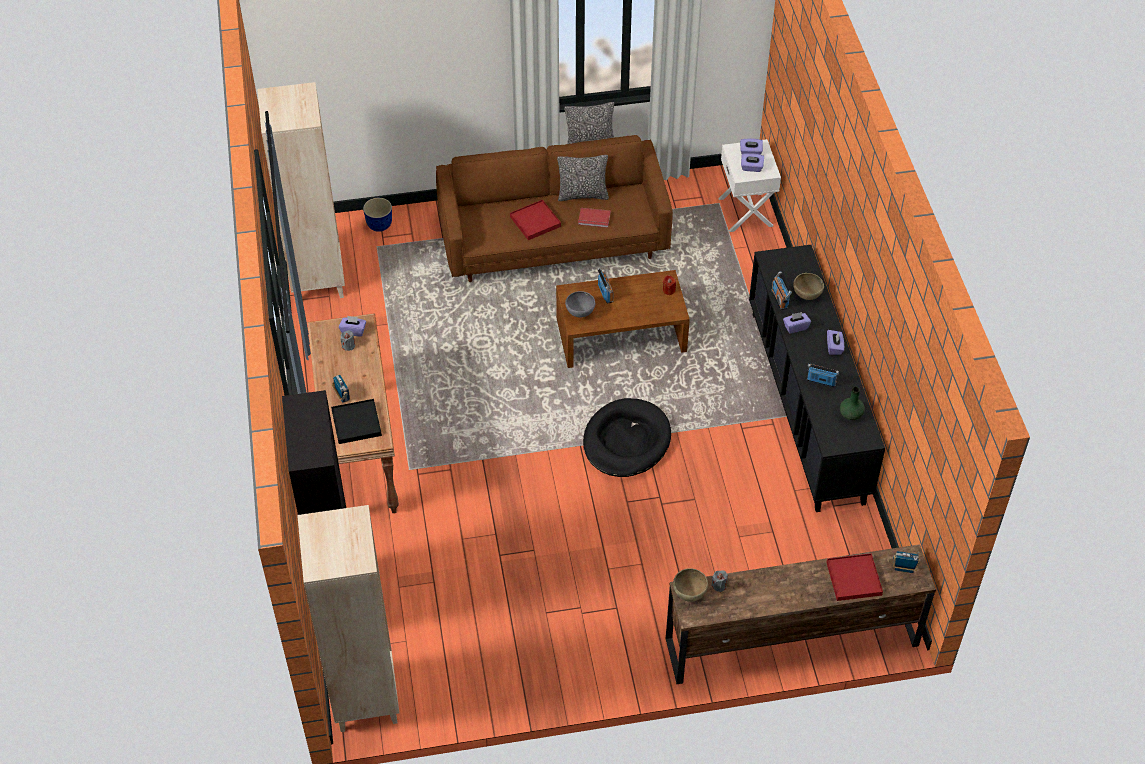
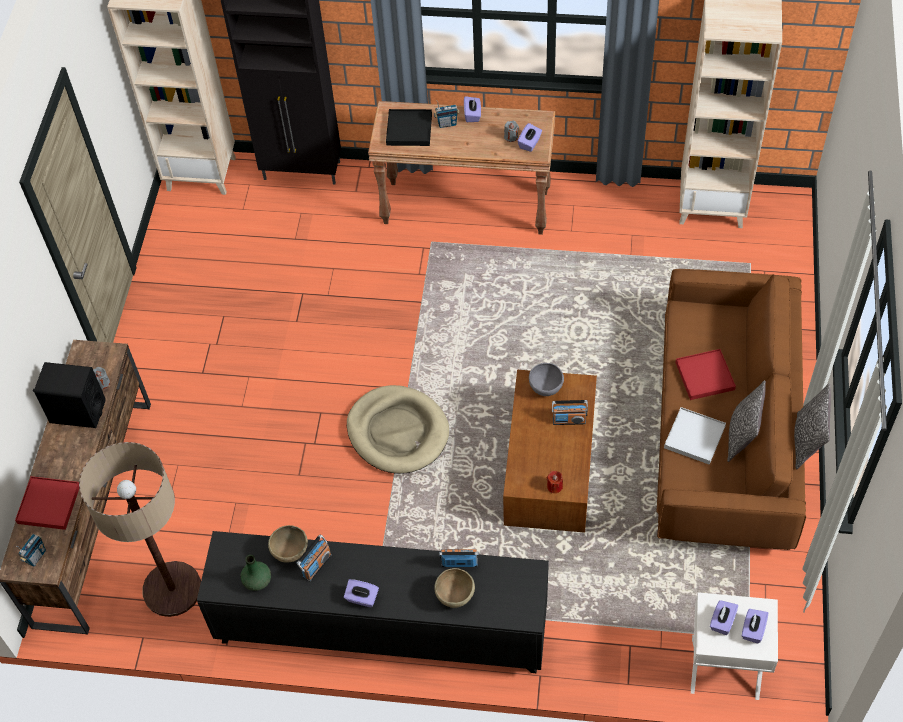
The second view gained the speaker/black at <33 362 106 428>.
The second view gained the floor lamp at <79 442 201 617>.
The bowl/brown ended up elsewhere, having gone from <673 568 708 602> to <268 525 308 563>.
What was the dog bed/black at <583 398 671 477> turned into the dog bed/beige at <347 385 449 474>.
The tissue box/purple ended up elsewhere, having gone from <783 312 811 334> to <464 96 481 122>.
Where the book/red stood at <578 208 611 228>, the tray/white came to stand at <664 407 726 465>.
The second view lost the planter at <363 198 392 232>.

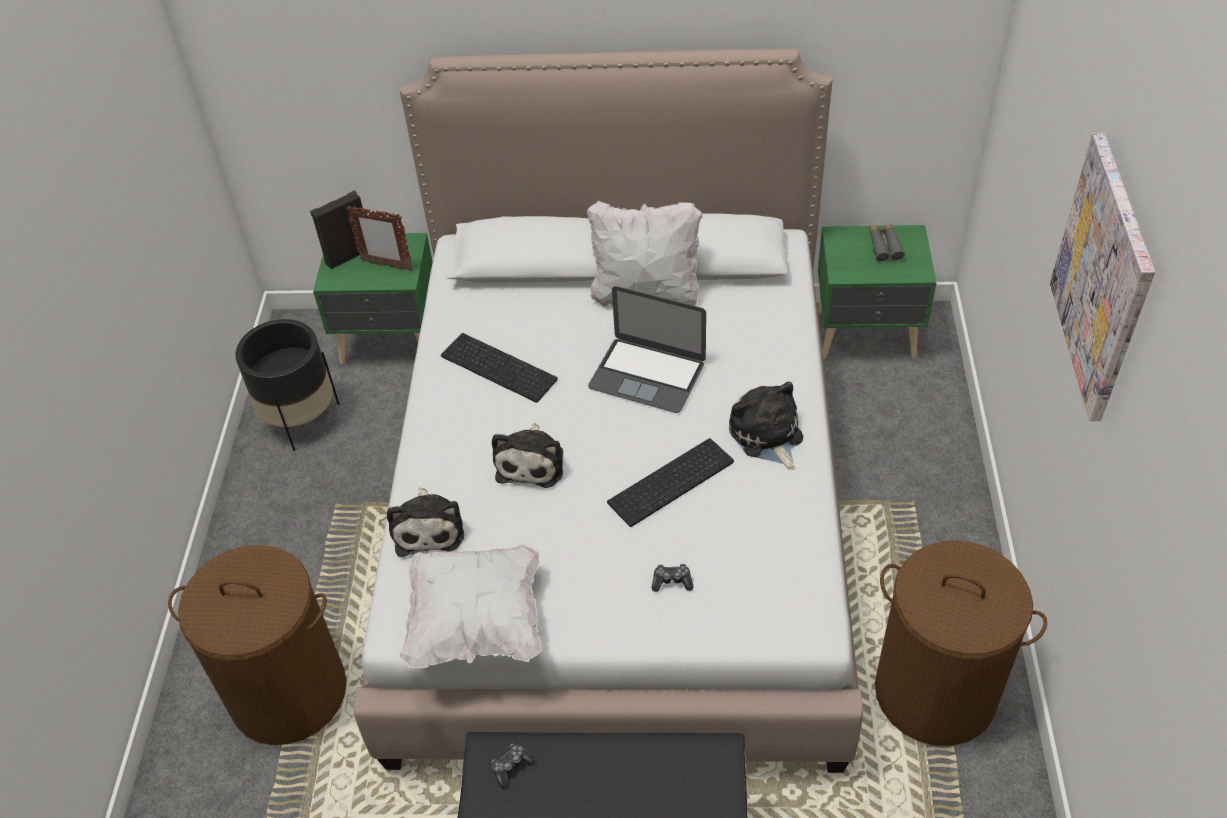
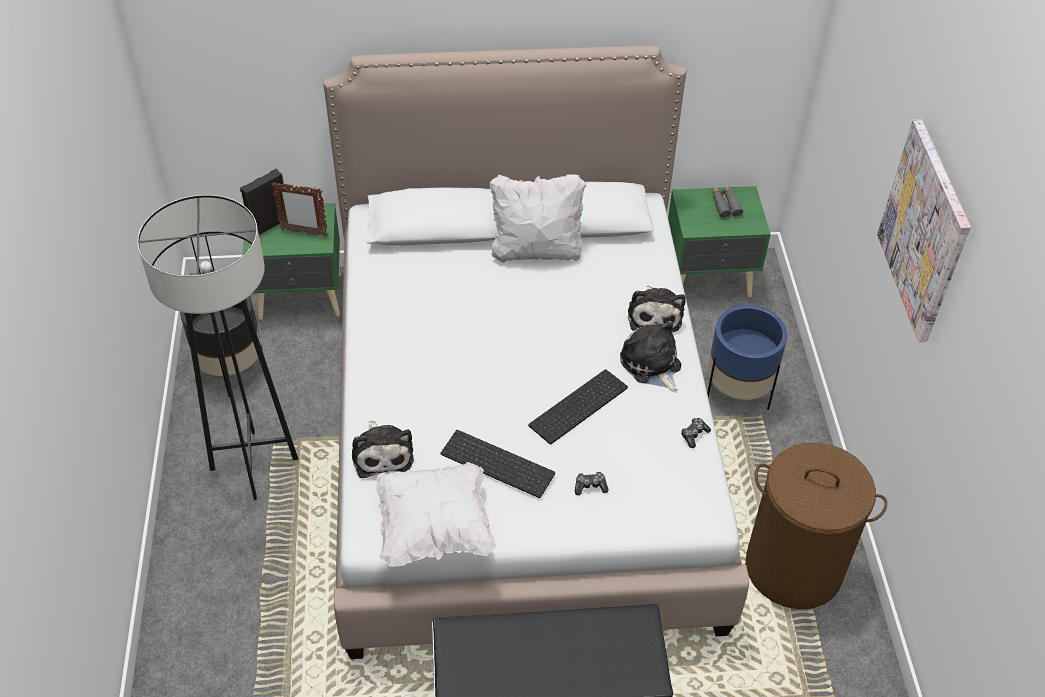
The second view gained the floor lamp/grey at <137 195 298 500>.
The keyboard ended up elsewhere, having gone from <441 333 558 403> to <441 430 555 498>.
The plush toy ended up elsewhere, having gone from <492 423 563 488> to <628 286 686 333>.
The game controller ended up elsewhere, having gone from <491 744 535 789> to <681 418 711 448>.
The second view gained the planter/blue at <707 305 787 410>.
The second view lost the laundry basket/brown at <168 545 347 745>.
The second view lost the laptop at <588 286 706 413>.

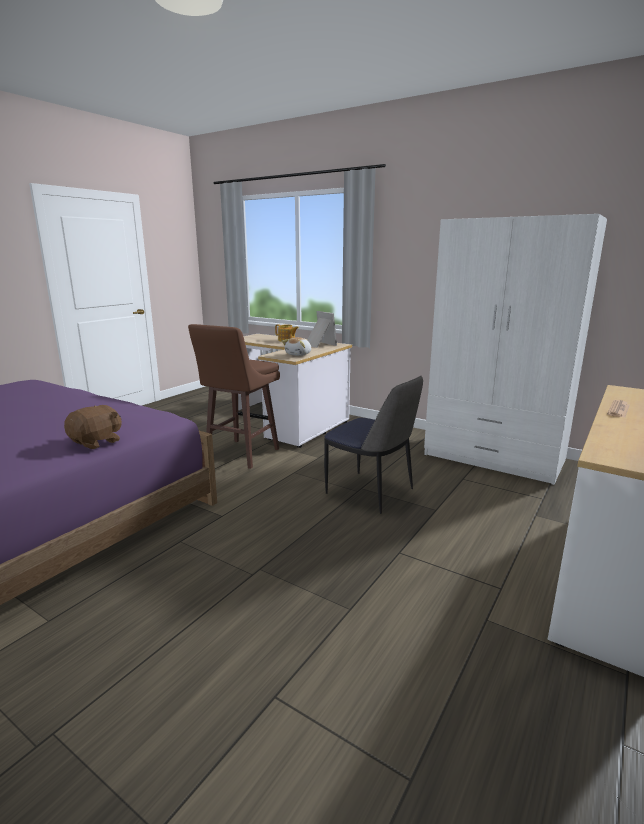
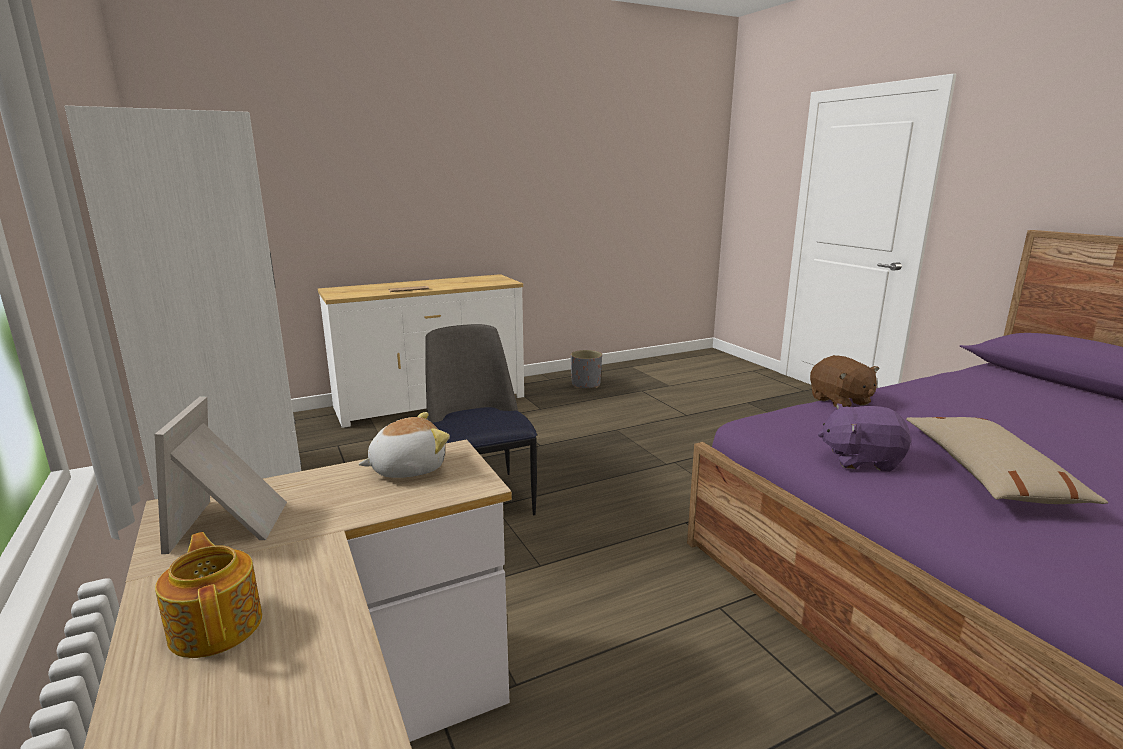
The second view gained the planter/grey at <571 350 602 388>.
The plush toy/brown at <64 405 122 449> ended up facing another way, 90 degrees counterclockwise from before.
The second view gained the plush toy/purple at <818 403 911 472>.
The second view gained the pillow/beige at <906 417 1108 504>.
The second view lost the stool/brown at <188 324 280 469>.

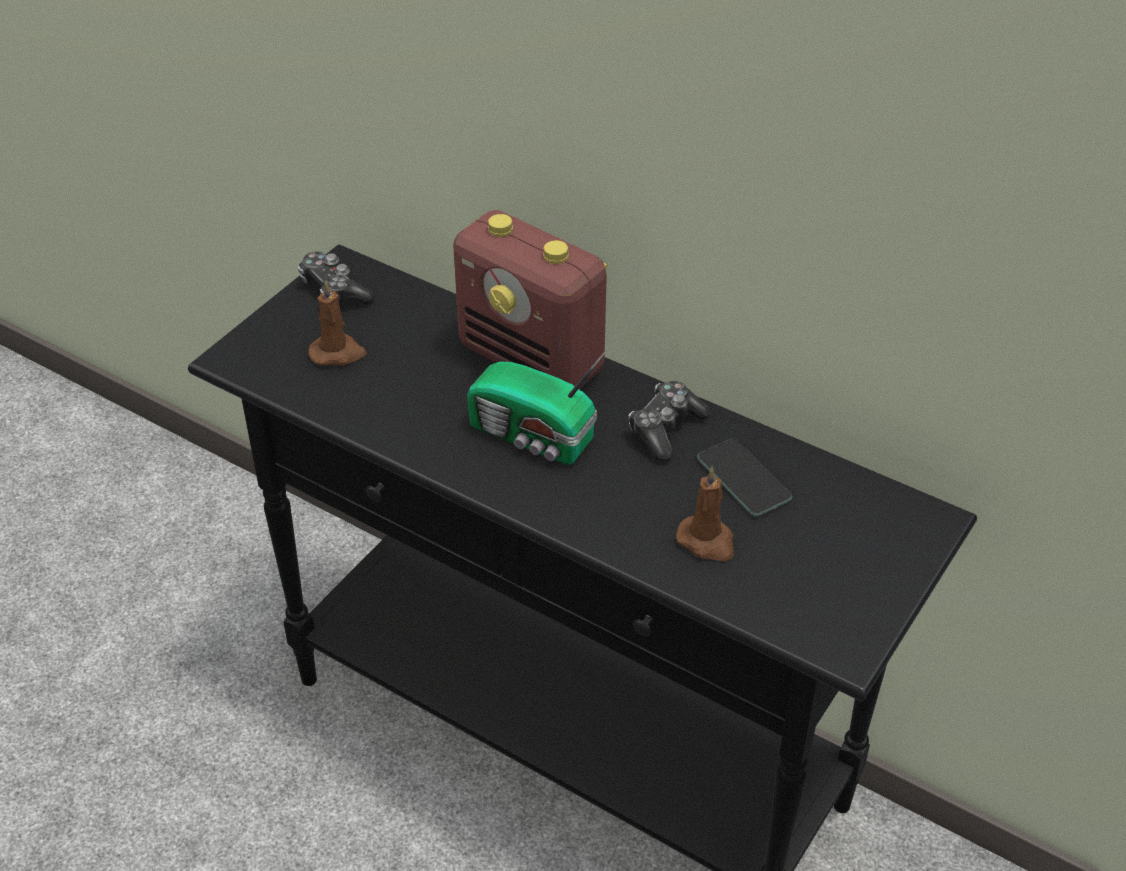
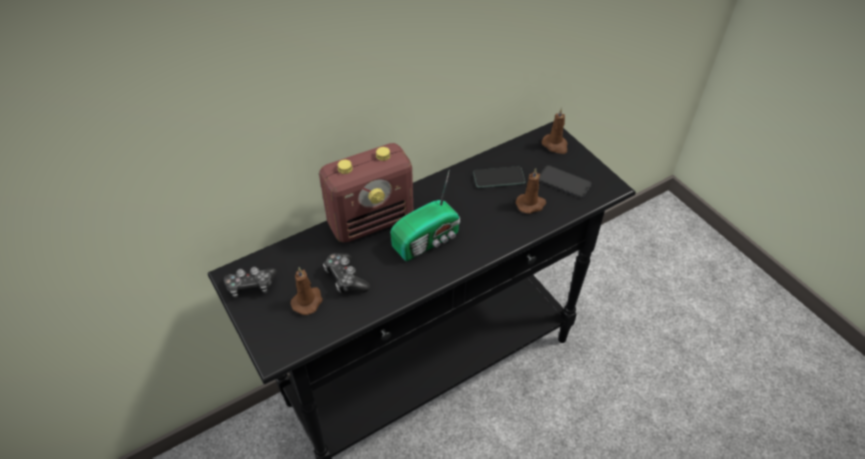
The game controller ended up elsewhere, having gone from <628 381 711 461> to <323 253 371 293>.
The second view gained the phone at <539 165 592 198>.
The second view gained the candle/brown at <542 108 568 154>.

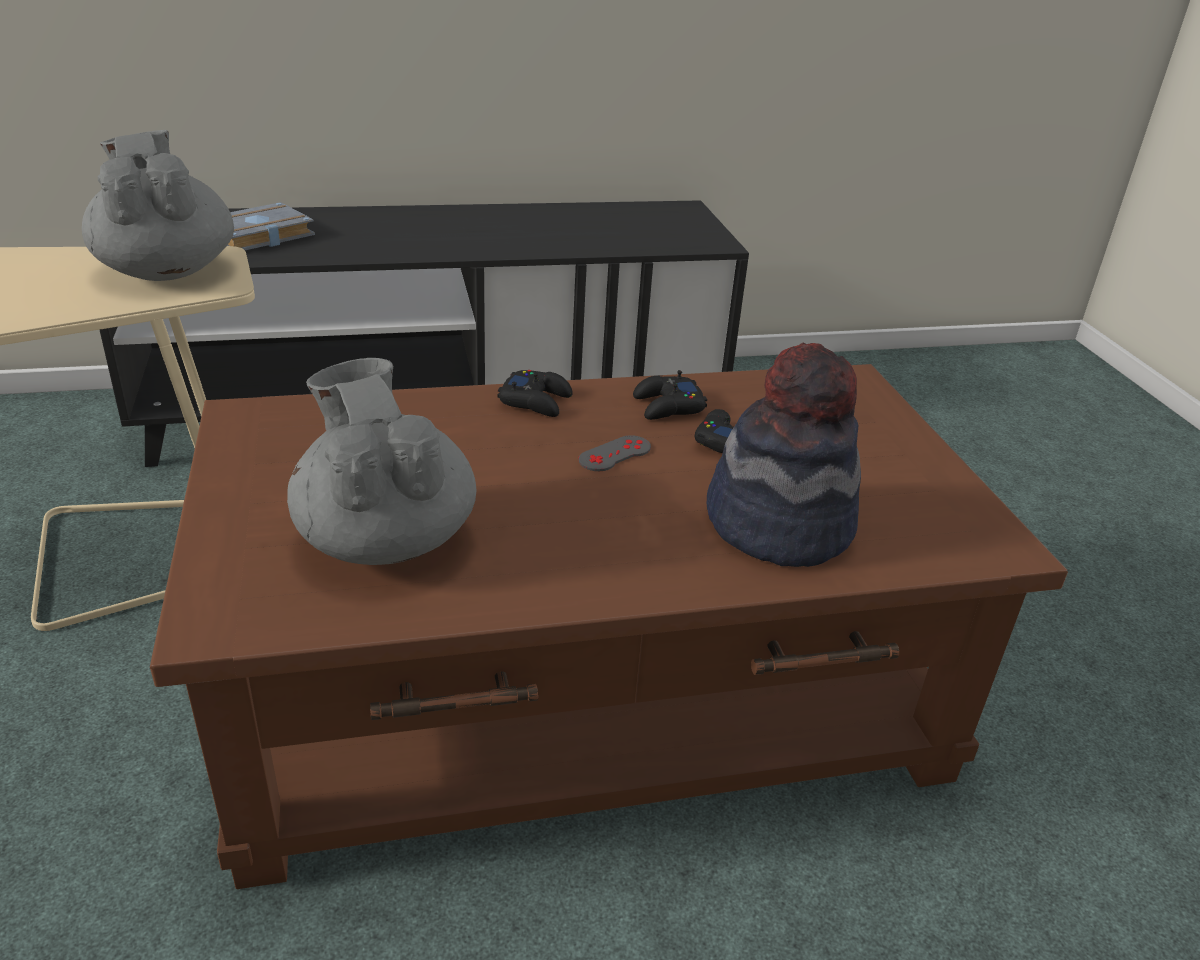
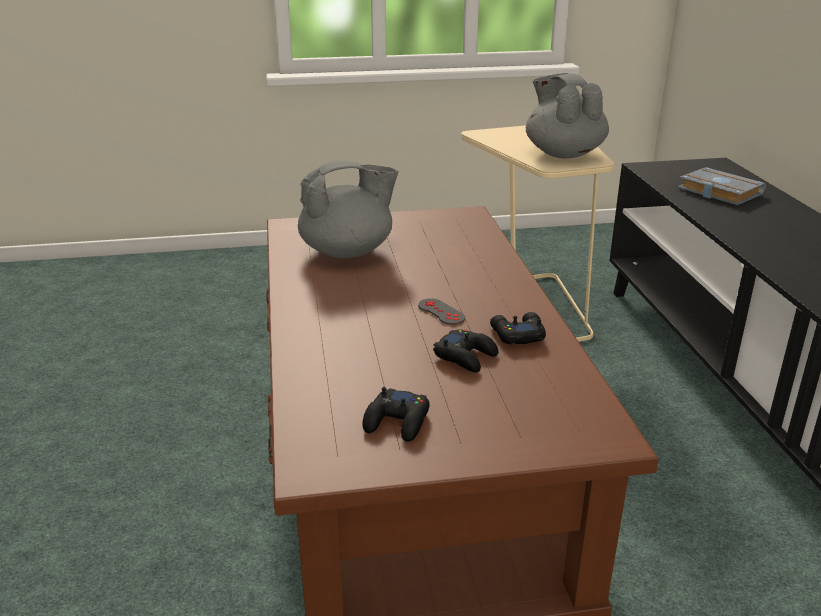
The game controller/black ended up elsewhere, having gone from <498 370 573 417> to <362 387 430 442>.
The teapot/grey at <82 130 234 281> ended up facing another way, 90 degrees counterclockwise from before.
The second view lost the hat at <707 342 861 567>.

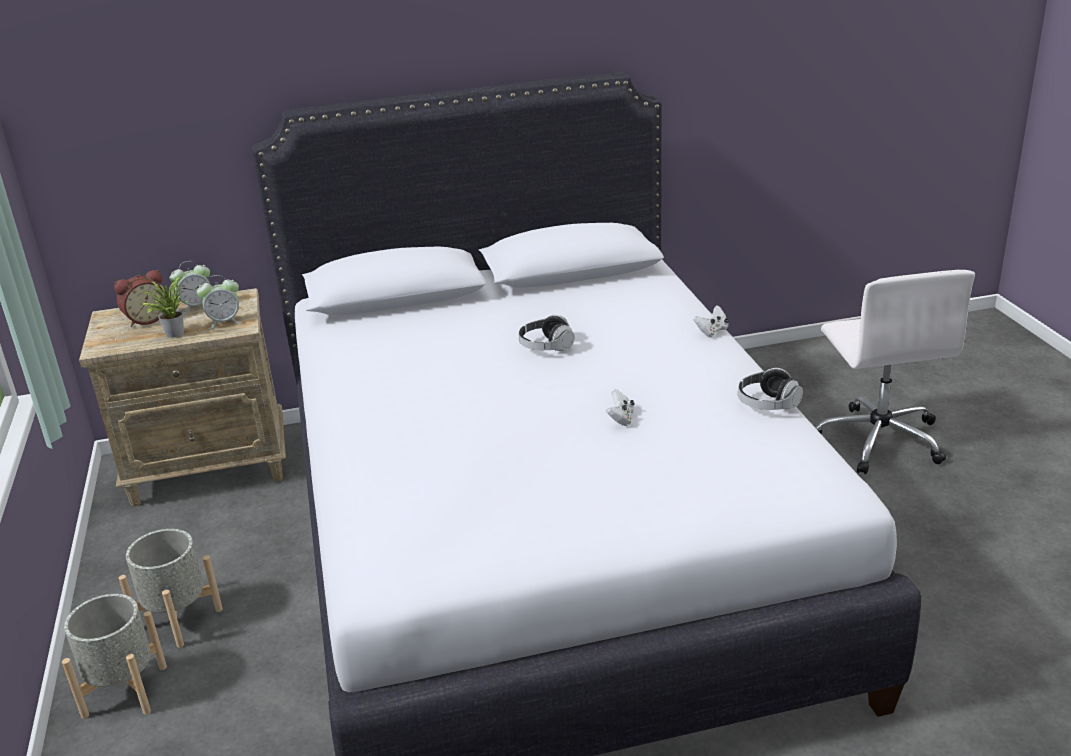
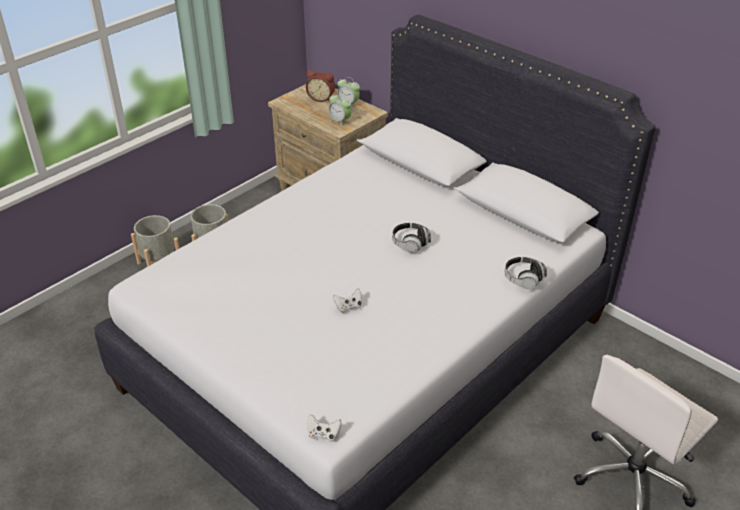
The game controller/white ended up elsewhere, having gone from <694 305 729 337> to <308 414 342 442>.
The headphones ended up elsewhere, having gone from <738 368 803 410> to <505 257 547 290>.
The second view lost the potted plant at <140 277 190 338>.

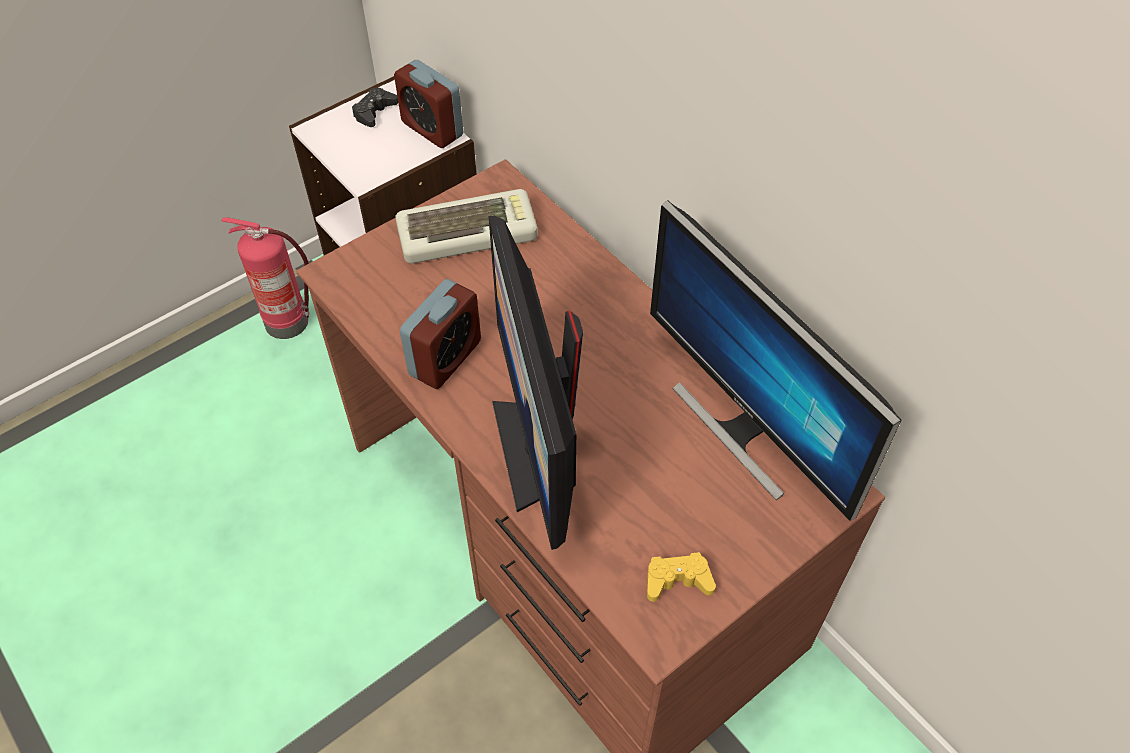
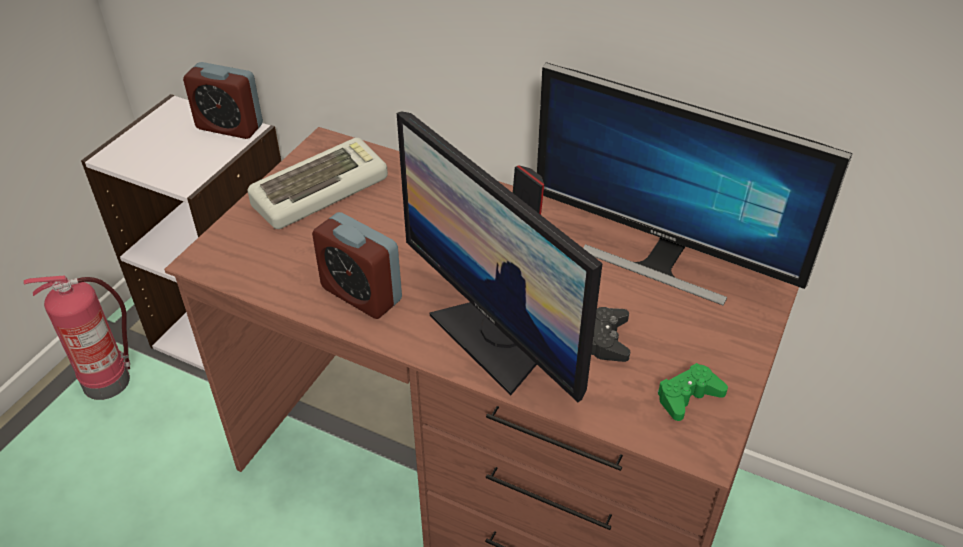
The alarm clock at <400 279 481 389> ended up facing another way, 120 degrees clockwise from before.
The game controller/black ended up elsewhere, having gone from <352 88 398 127> to <591 307 630 362>.
What was the game controller/yellow at <647 552 716 602> turned into the game controller/green at <657 363 728 421>.

